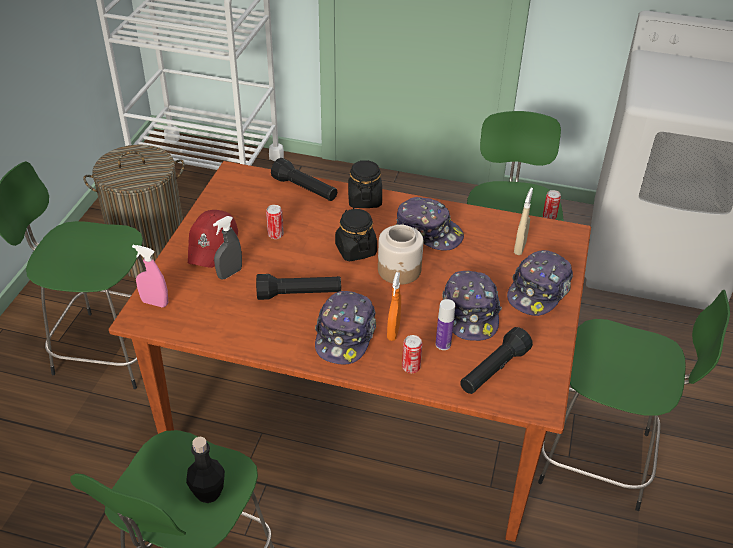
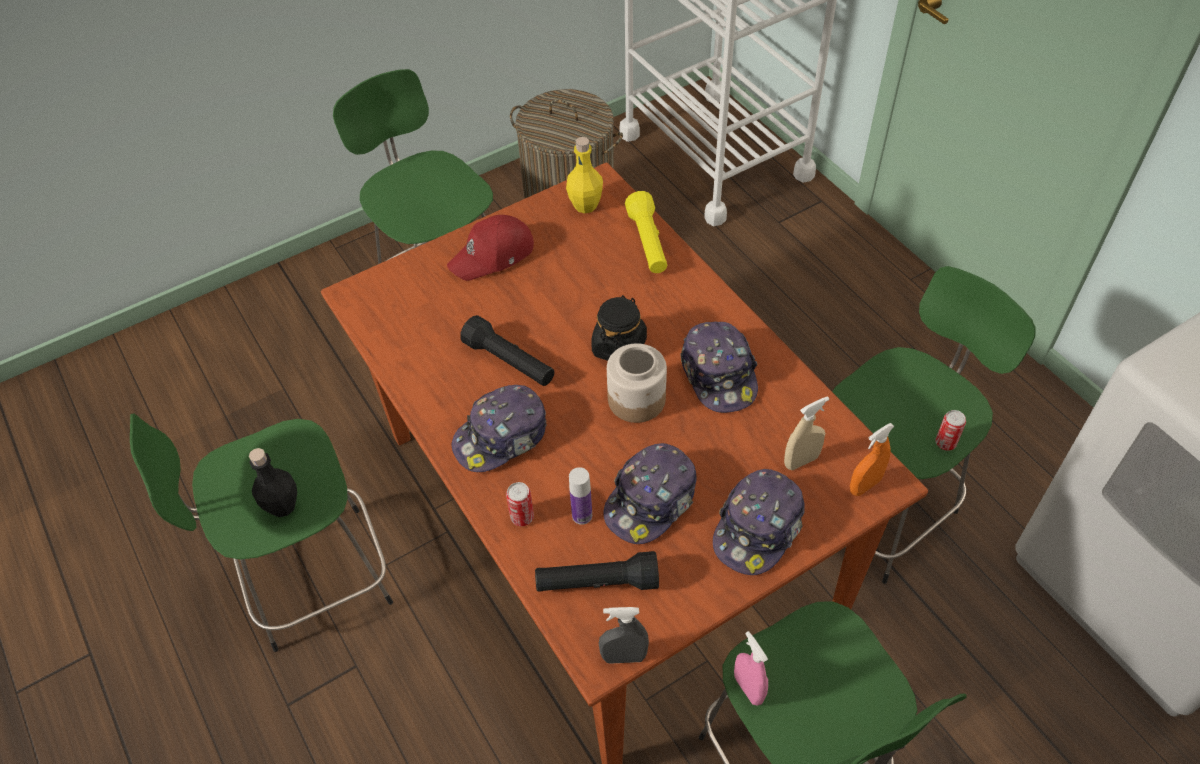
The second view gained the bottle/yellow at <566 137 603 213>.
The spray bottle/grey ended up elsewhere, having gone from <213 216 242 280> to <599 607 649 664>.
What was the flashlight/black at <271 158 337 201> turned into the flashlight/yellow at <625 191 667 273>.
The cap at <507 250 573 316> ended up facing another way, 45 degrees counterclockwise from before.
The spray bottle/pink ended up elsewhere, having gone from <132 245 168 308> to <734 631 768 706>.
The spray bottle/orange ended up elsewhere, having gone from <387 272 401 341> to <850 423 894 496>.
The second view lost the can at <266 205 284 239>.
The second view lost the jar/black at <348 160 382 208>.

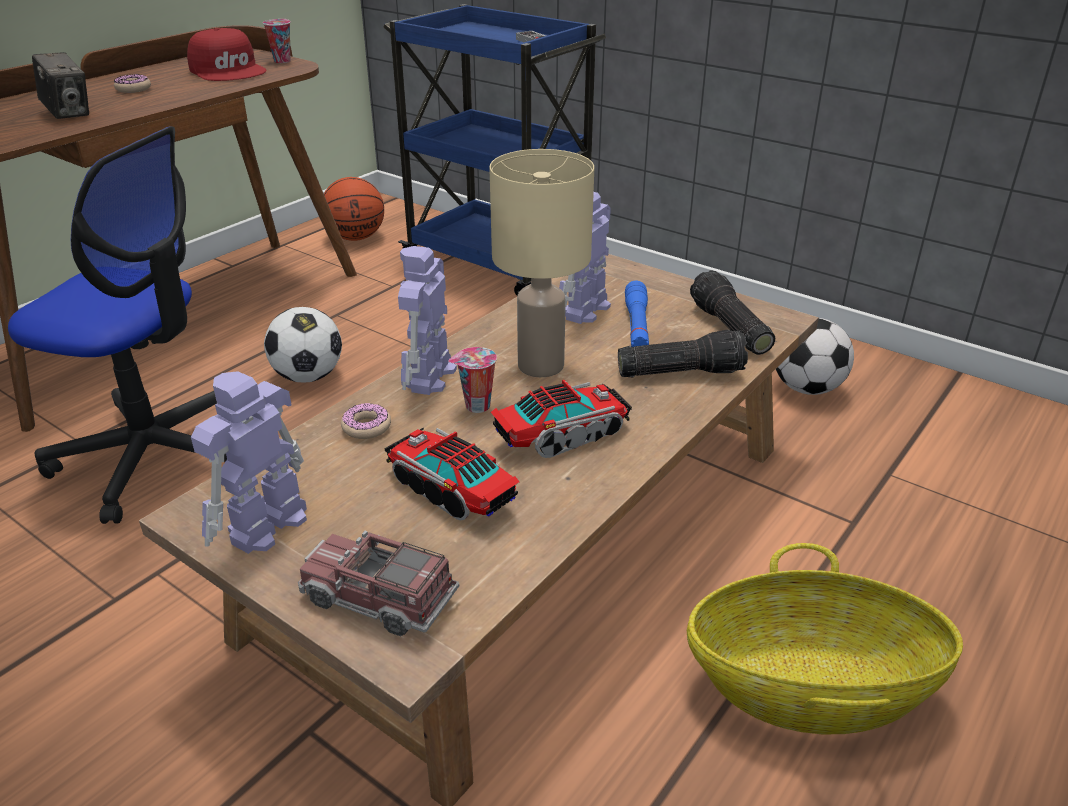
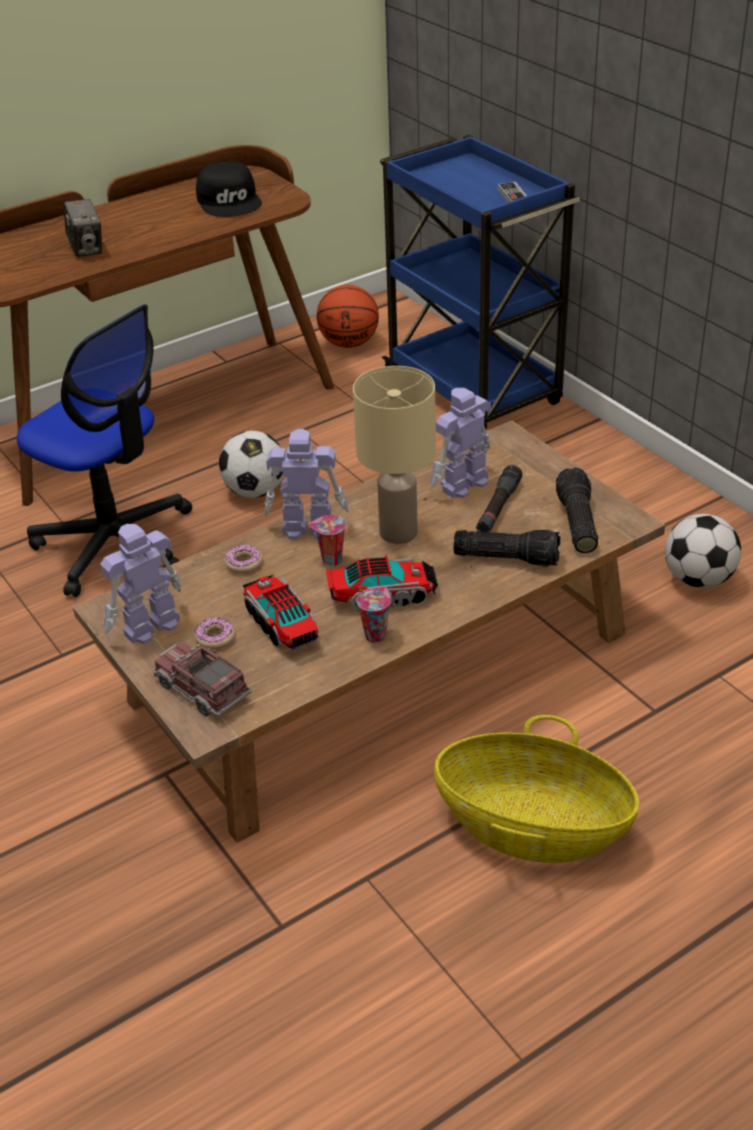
The donut ended up elsewhere, having gone from <114 74 151 93> to <195 617 235 650>.
What was the cap/red at <187 28 266 81> turned into the cap/black at <196 161 262 217>.
The toy robot at <398 246 457 395> ended up facing another way, 60 degrees clockwise from before.
The cup ended up elsewhere, having gone from <263 19 290 63> to <356 586 391 643>.
What was the flashlight/blue at <625 281 649 347> turned into the flashlight/black at <476 465 522 532>.

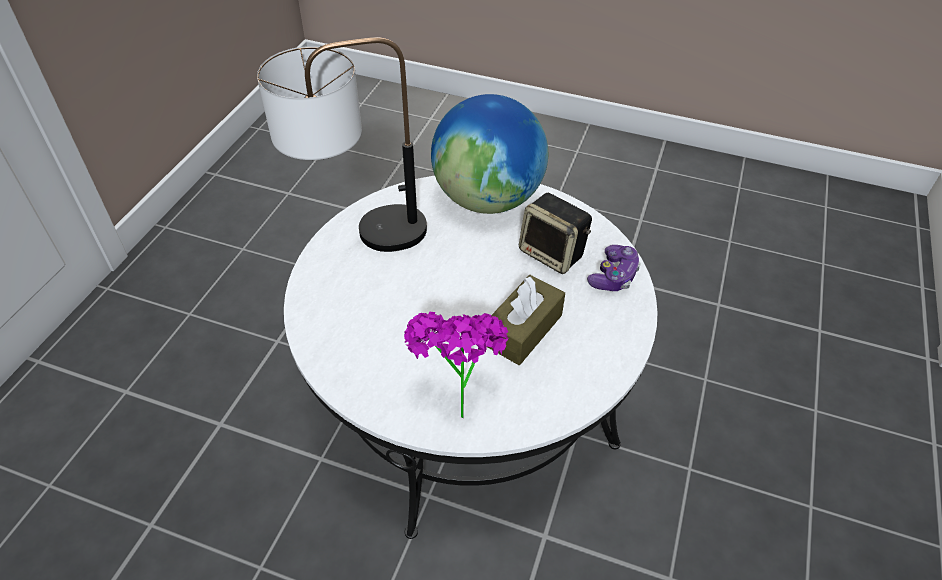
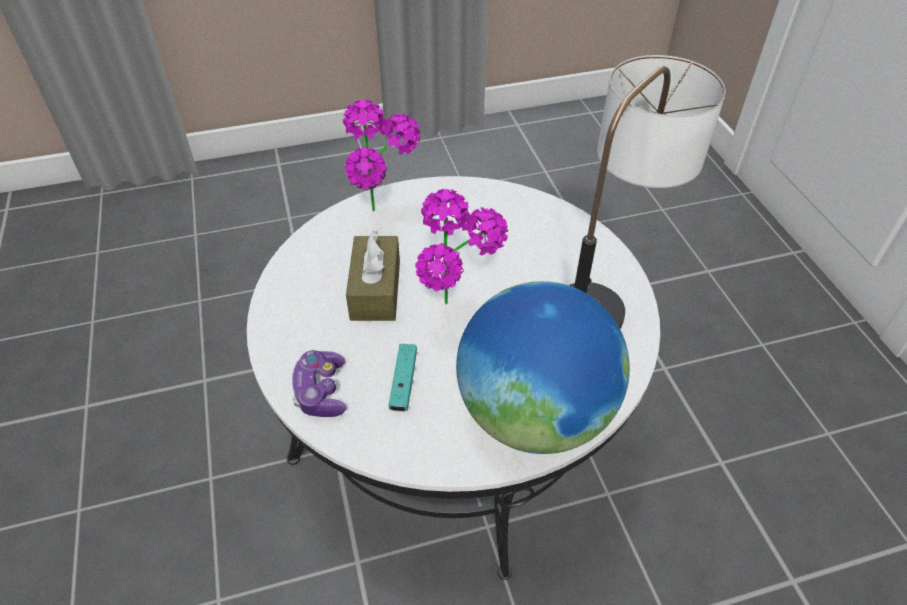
Where the speaker stood at <519 193 592 274>, the game controller/turquoise came to stand at <389 344 417 412>.
The second view gained the potted plant at <415 188 508 304>.

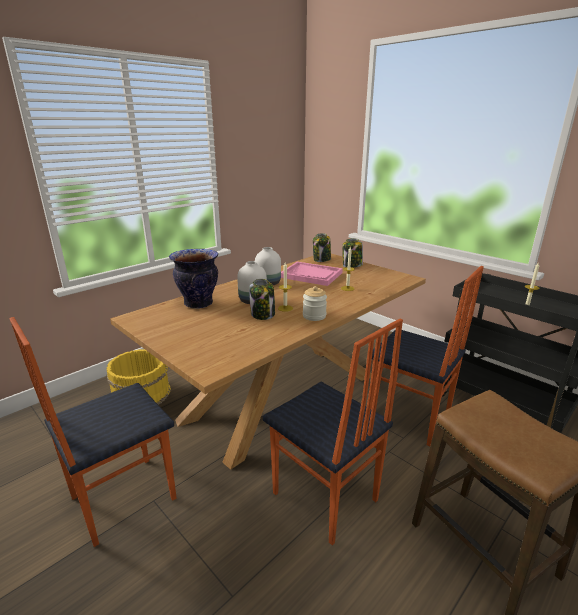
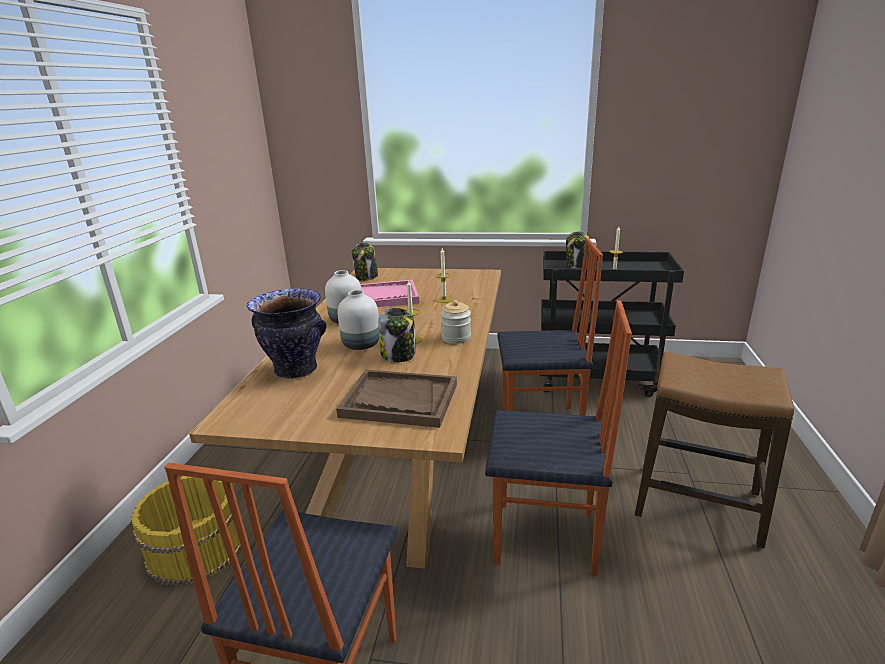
The second view gained the tray/brown at <336 369 457 428>.
The jar ended up elsewhere, having gone from <342 238 363 268> to <566 232 590 268>.

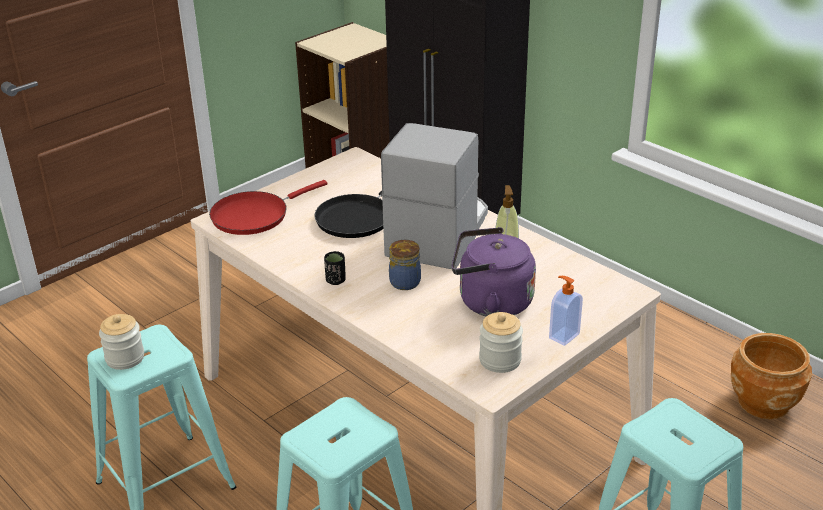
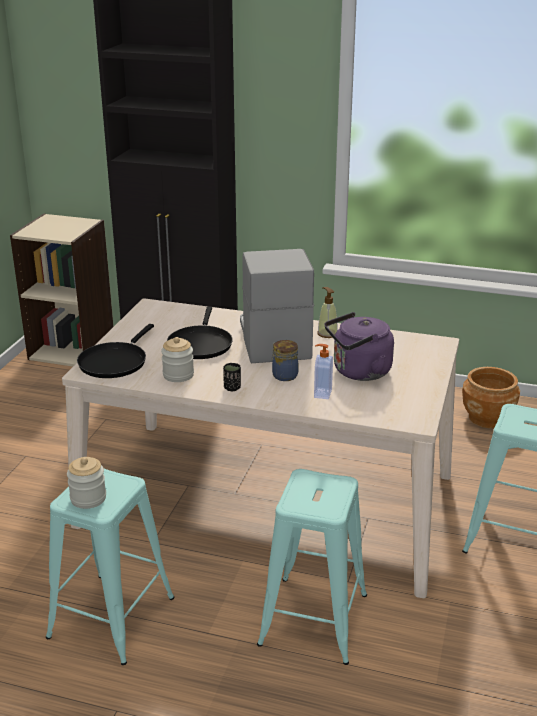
What was the frying pan/red at <209 180 328 235> turned into the frying pan/black at <77 324 154 378>.
The jar ended up elsewhere, having gone from <479 312 523 373> to <161 337 194 382>.
The soap dispenser ended up elsewhere, having gone from <549 276 583 346> to <314 344 333 399>.

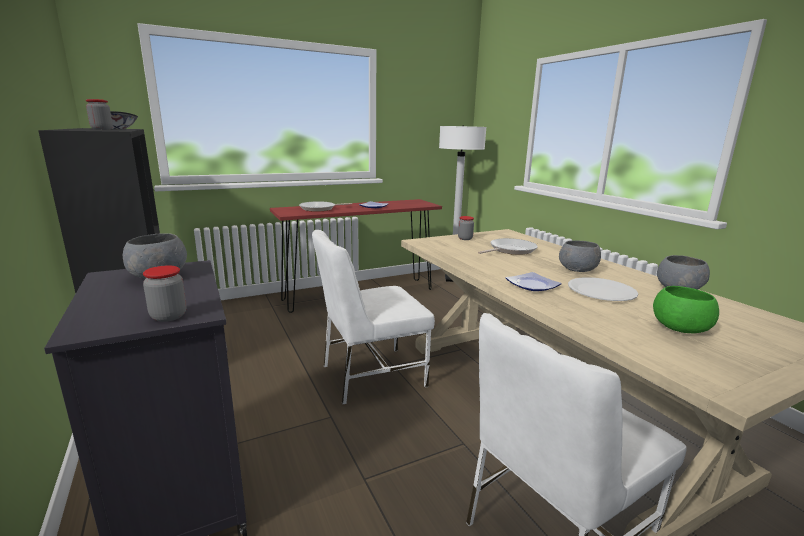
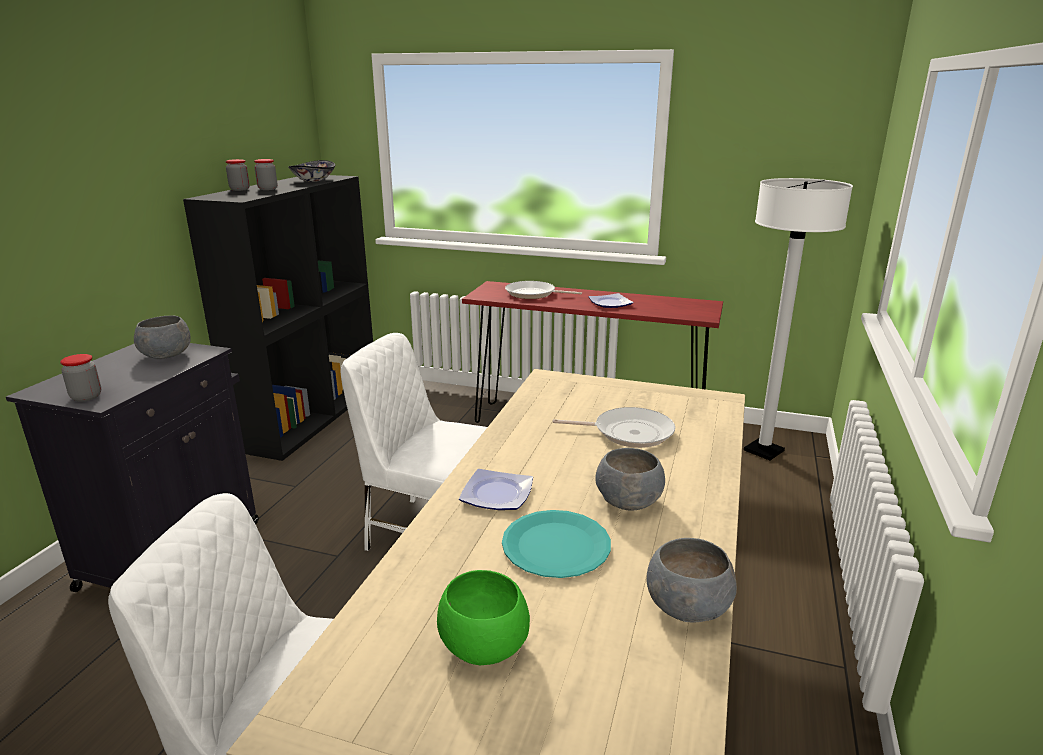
The jar ended up elsewhere, having gone from <458 216 474 240> to <226 159 250 191>.
What was the plate/white at <568 277 638 301> turned into the plate/turquoise at <502 510 611 578>.

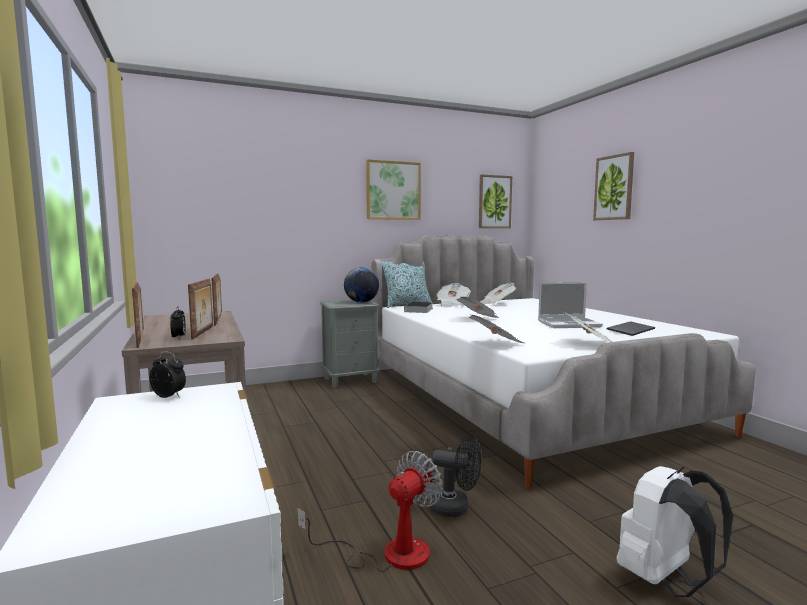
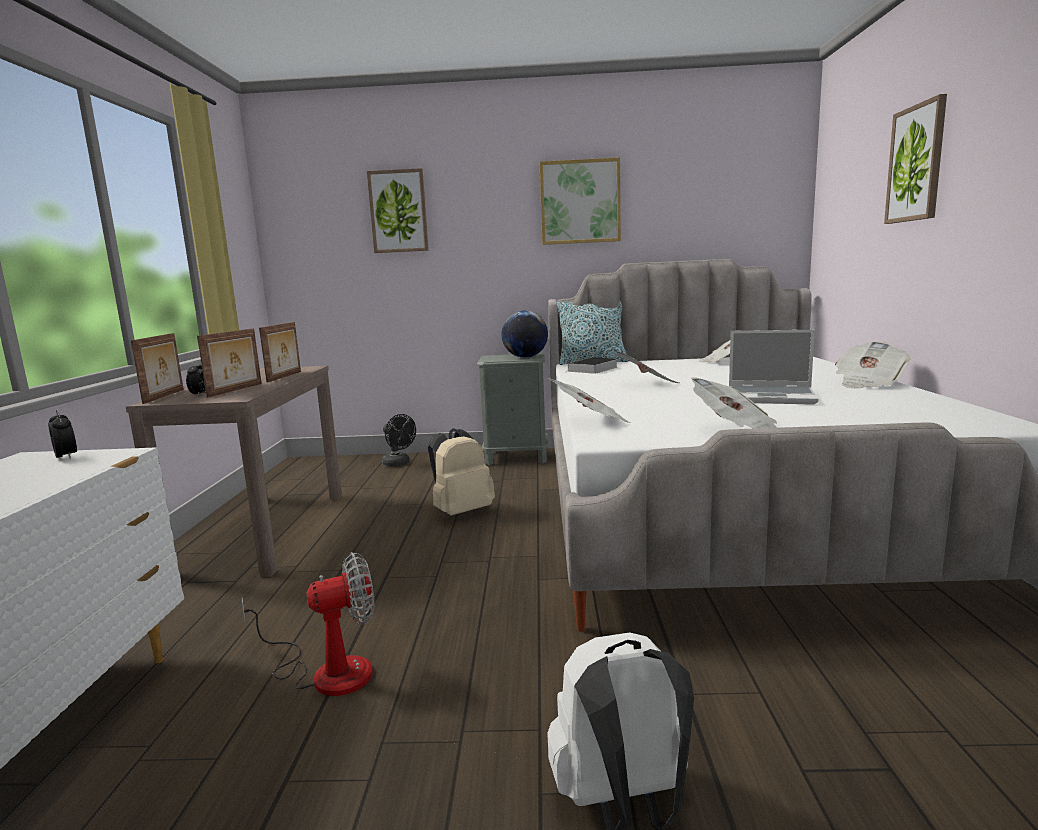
The picture ended up elsewhere, having gone from <479 174 512 228> to <367 168 429 253>.
The fan/black ended up elsewhere, having gone from <429 436 482 517> to <382 414 416 467>.
The second view gained the backpack/beige at <428 428 495 516>.
The newspaper ended up elsewhere, having gone from <436 283 471 307> to <835 341 911 389>.
The second view lost the keyboard at <607 321 655 336>.

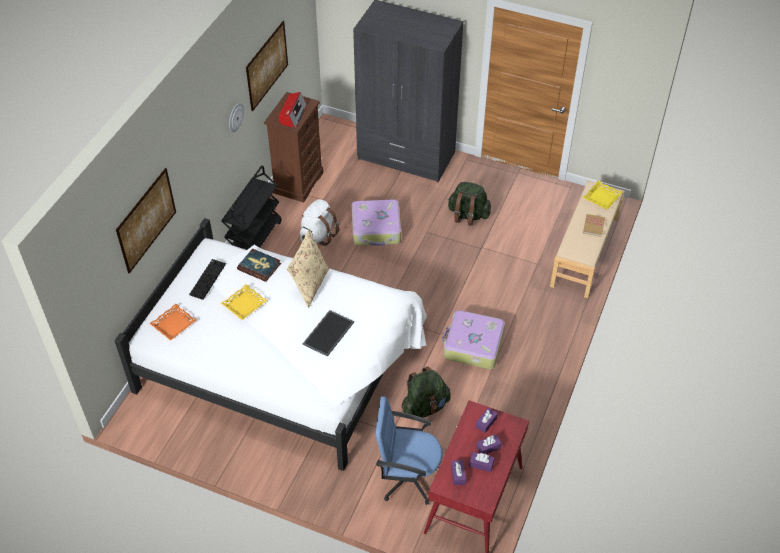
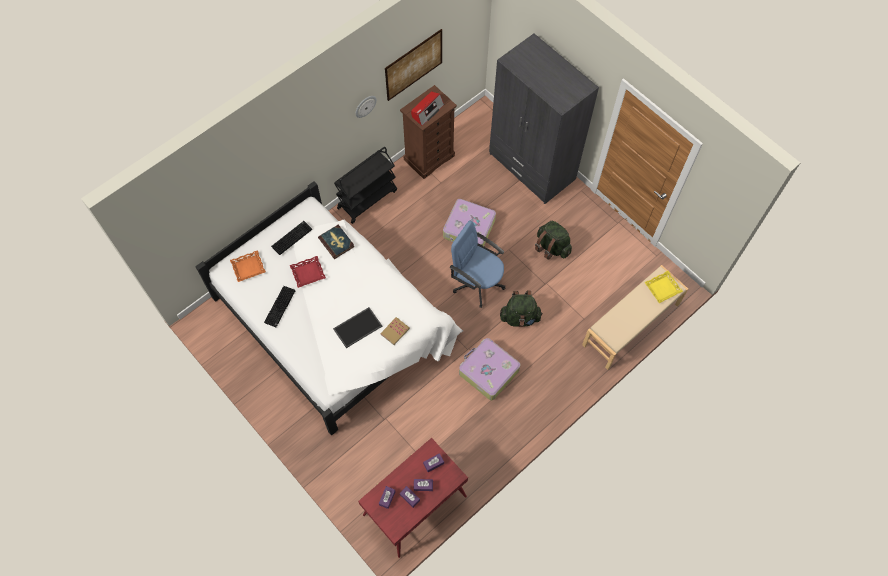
The second view gained the keyboard at <264 286 296 327>.
What was the tray/yellow at <221 284 268 320> turned into the tray/red at <290 256 326 288>.
The book ended up elsewhere, having gone from <583 214 605 237> to <380 317 410 345>.
The office chair/blue ended up elsewhere, having gone from <376 396 443 505> to <450 220 505 308>.
The backpack/green ended up elsewhere, having gone from <402 367 450 417> to <500 290 543 327>.
The second view lost the picture at <116 168 176 274>.
The second view lost the pillow/beige at <287 230 329 308>.
The second view lost the backpack/white at <300 199 339 246>.

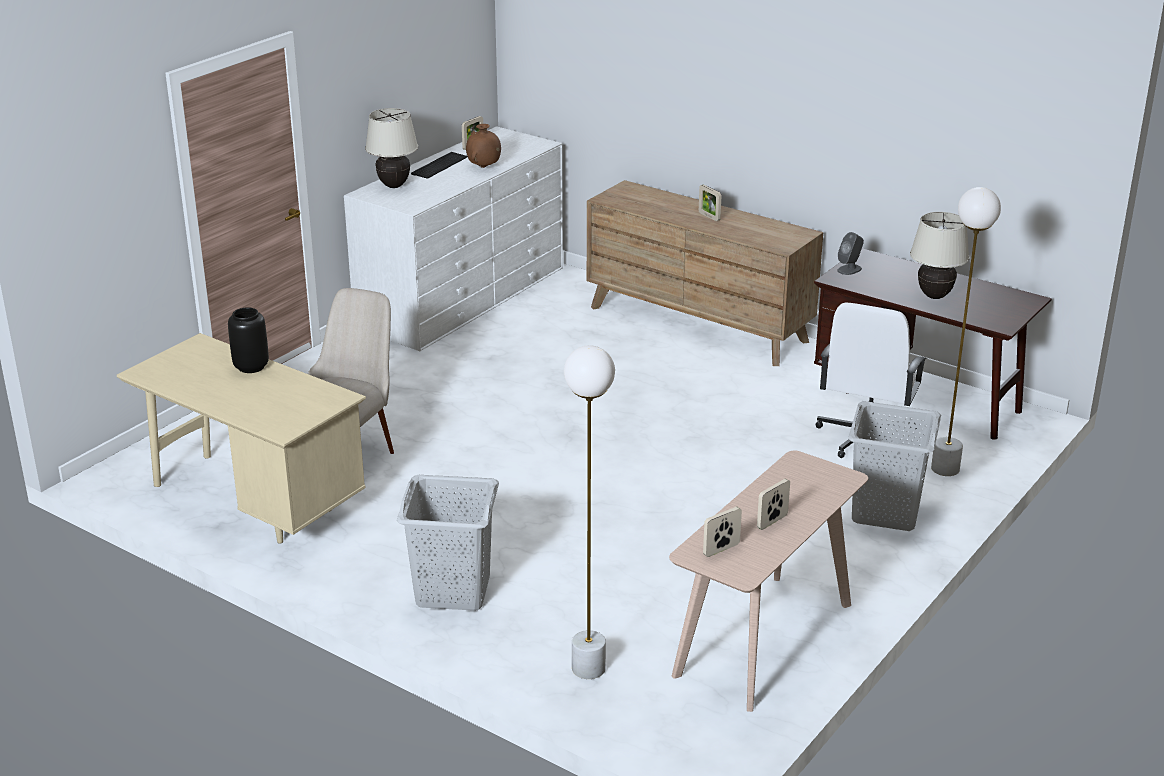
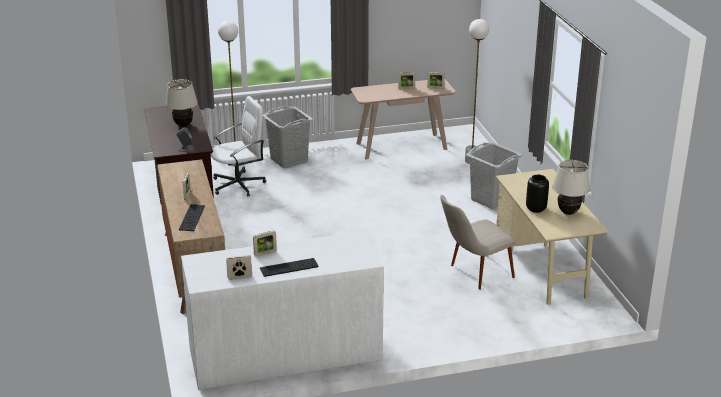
The second view gained the keyboard at <179 204 205 231>.
Where the vase/brown stood at <466 124 501 168>, the picture frame came to stand at <253 231 277 257>.
The table lamp/beige ended up elsewhere, having gone from <365 108 418 188> to <552 160 590 215>.

